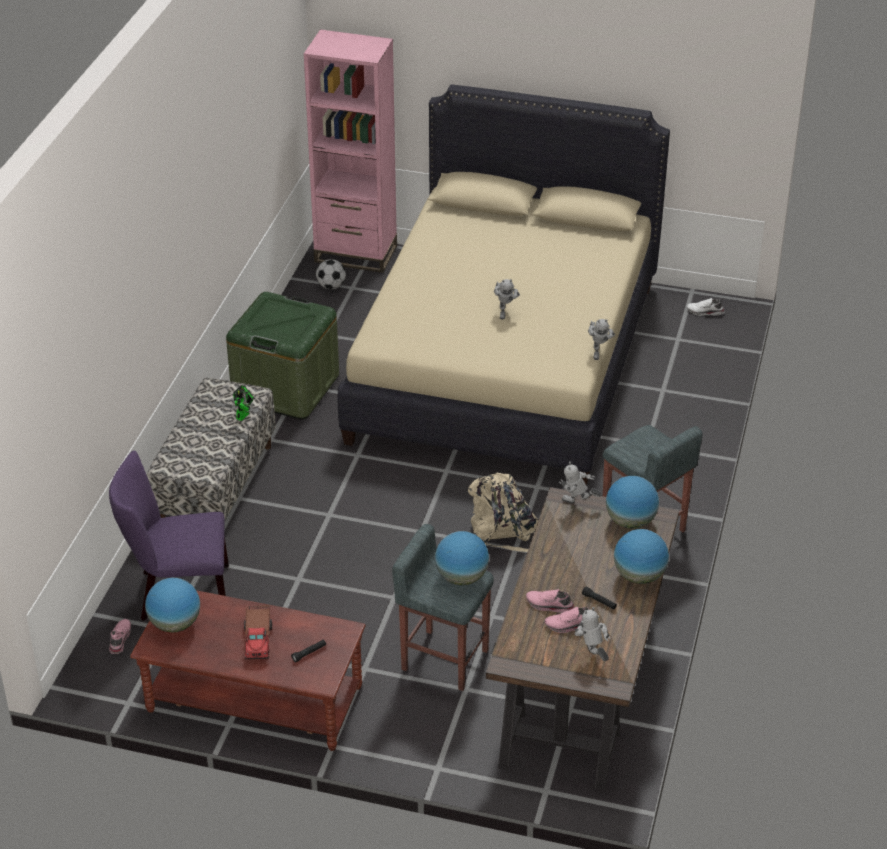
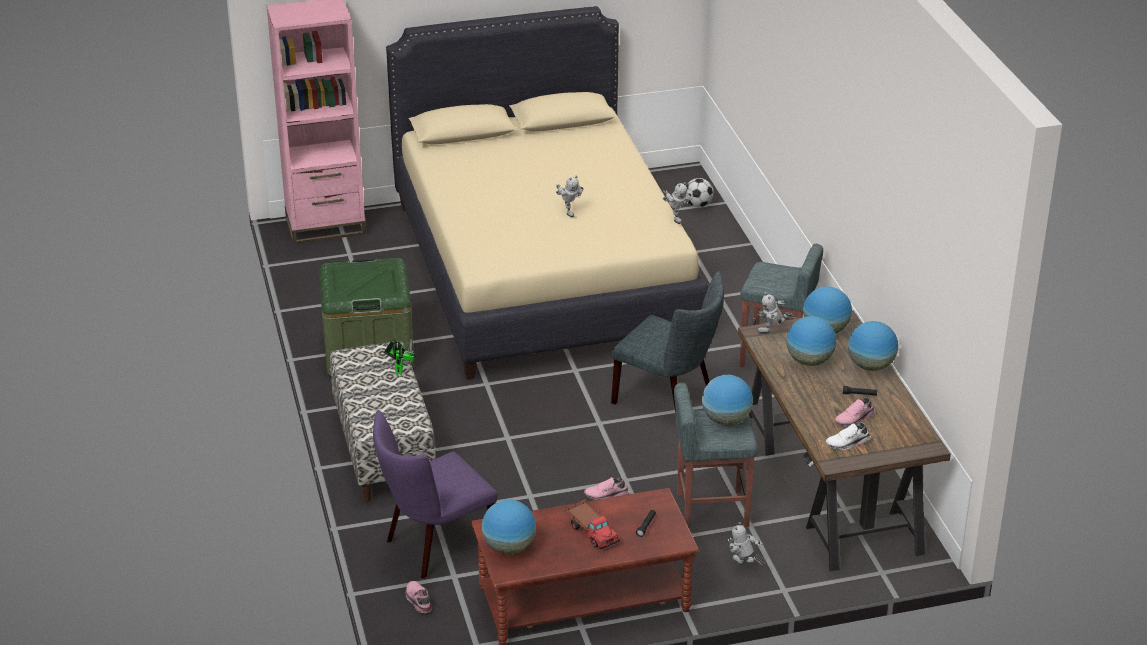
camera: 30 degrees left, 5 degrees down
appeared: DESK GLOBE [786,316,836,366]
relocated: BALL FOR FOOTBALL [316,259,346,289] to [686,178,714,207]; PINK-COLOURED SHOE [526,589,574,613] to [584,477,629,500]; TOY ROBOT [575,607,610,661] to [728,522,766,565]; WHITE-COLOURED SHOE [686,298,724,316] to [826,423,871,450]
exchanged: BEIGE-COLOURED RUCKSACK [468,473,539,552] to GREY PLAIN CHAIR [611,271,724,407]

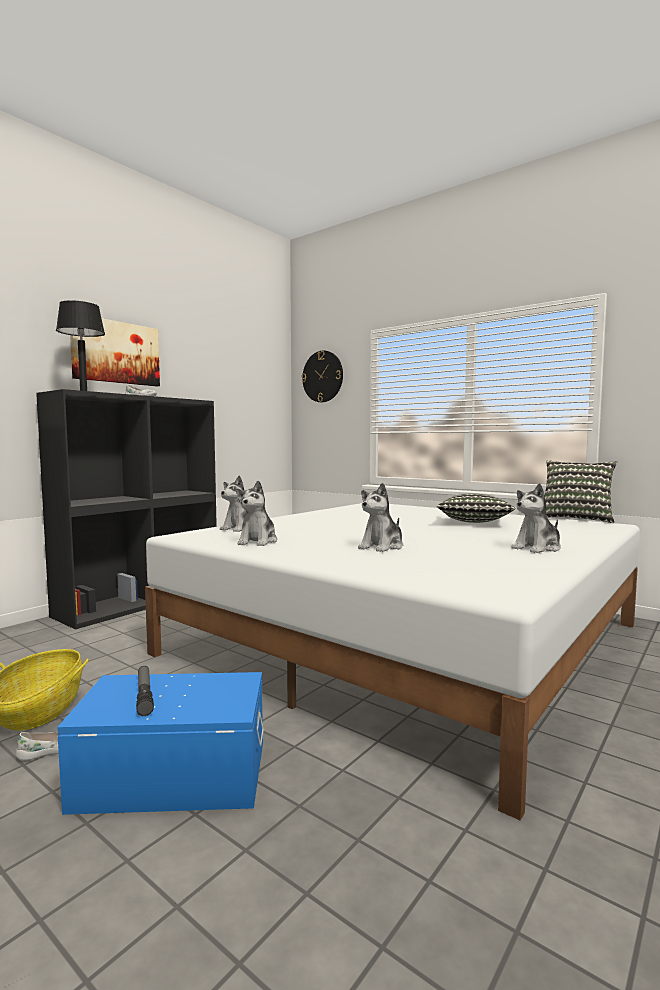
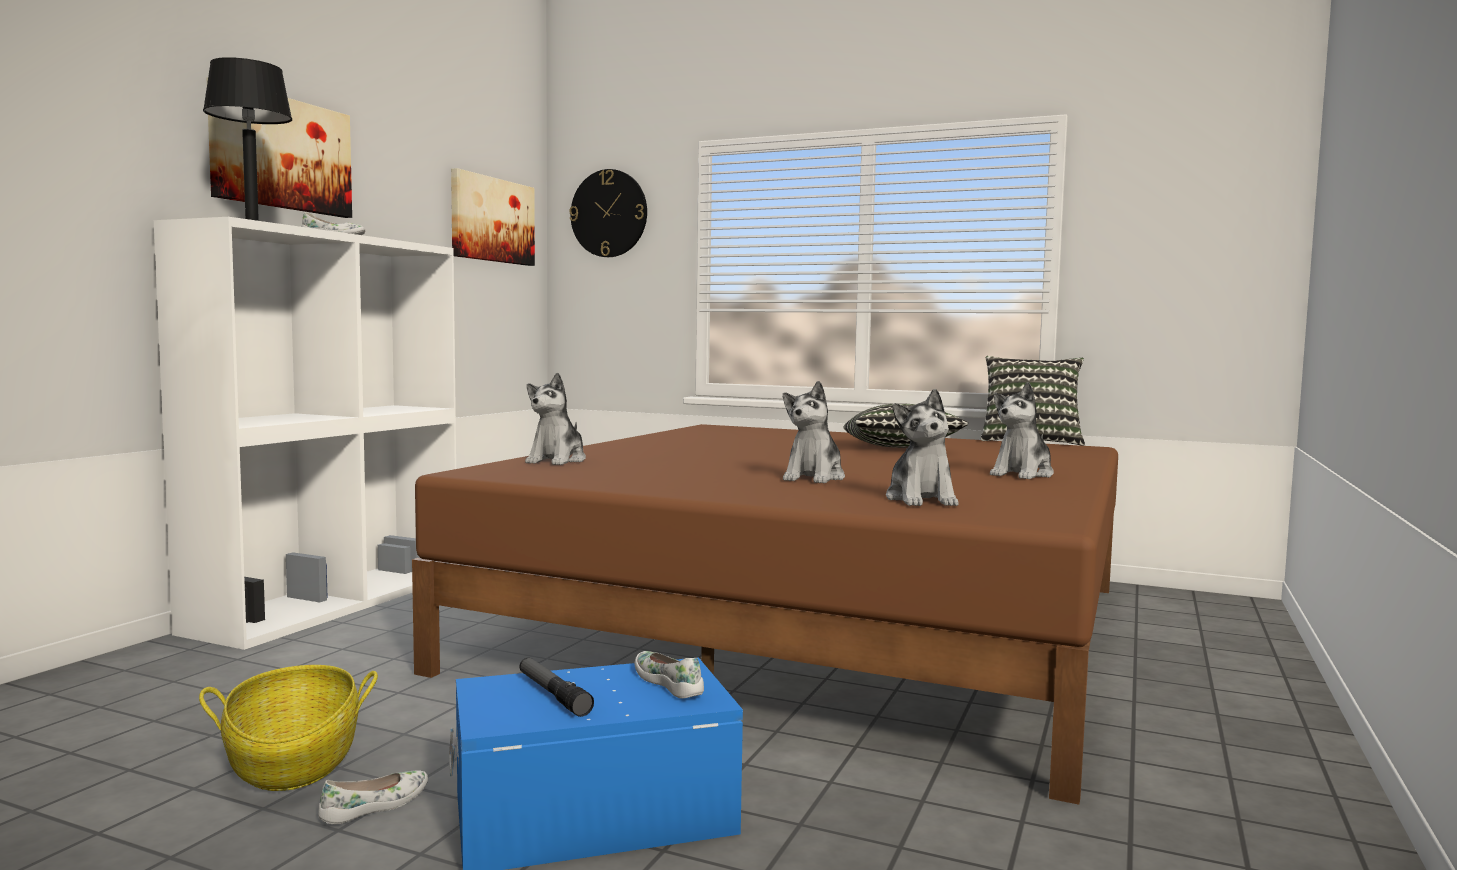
camera: 15 degrees left, 0 degrees up
appeared: PICTURE [451,168,535,266]; WHITE-COLOURED SHOE [635,651,704,699]
relocated: SOFT TOY [236,481,277,546] to [886,389,958,506]
colour: BLACK-COLOURED BOOKCASE [36,389,217,629] to WHITE-COLOURED BOOKCASE [154,217,456,650]; WHITE-COLOURED SLEEPING BED [145,503,640,821] to BROWN-COLOURED SLEEPING BED [412,424,1118,805]

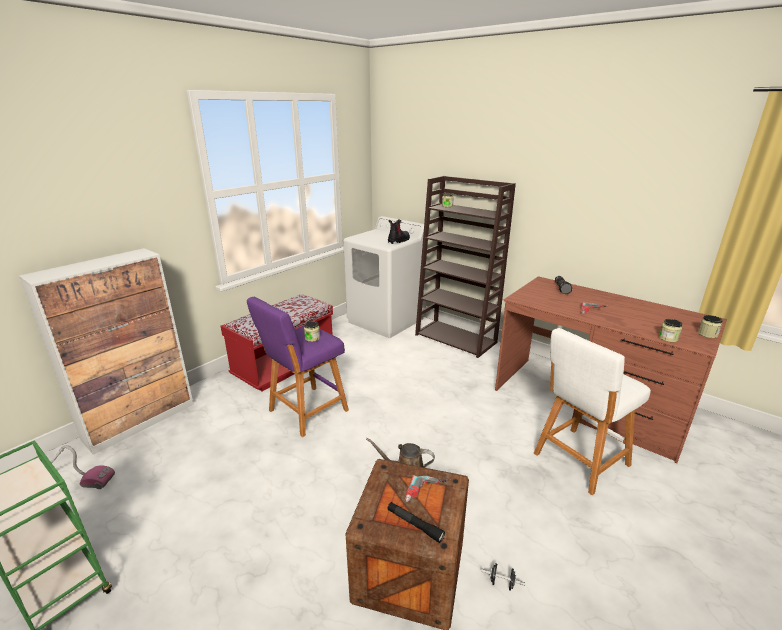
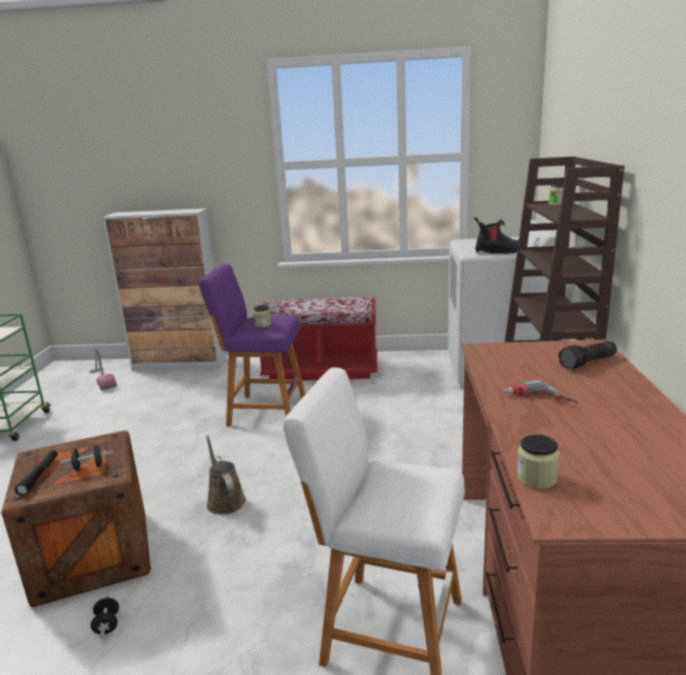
camera: 55 degrees right, 5 degrees down
missing: JAR [698,315,723,338]
exchanged: ELECTRIC DRILL [405,475,451,502] to BLACK-COLOURED HAND WEIGHT [60,444,113,471]

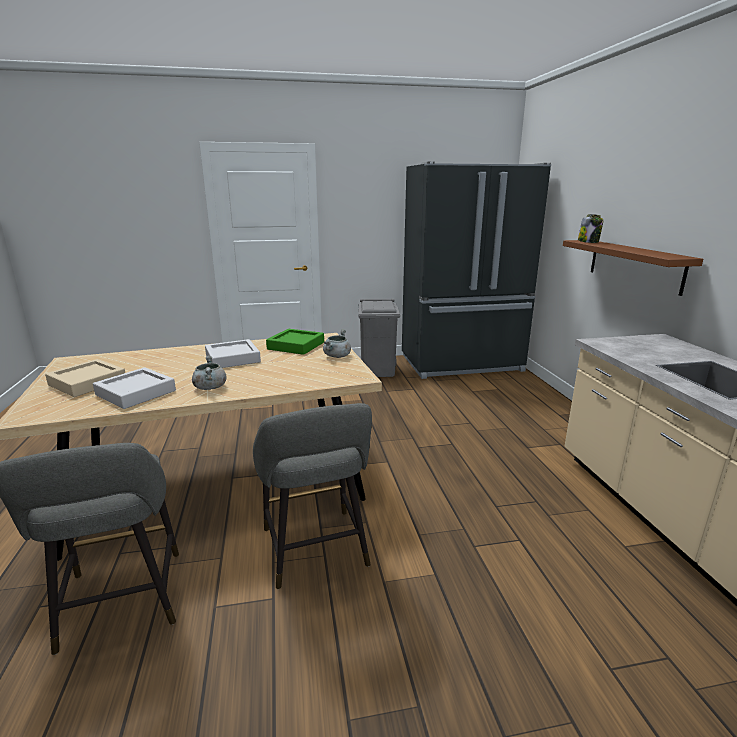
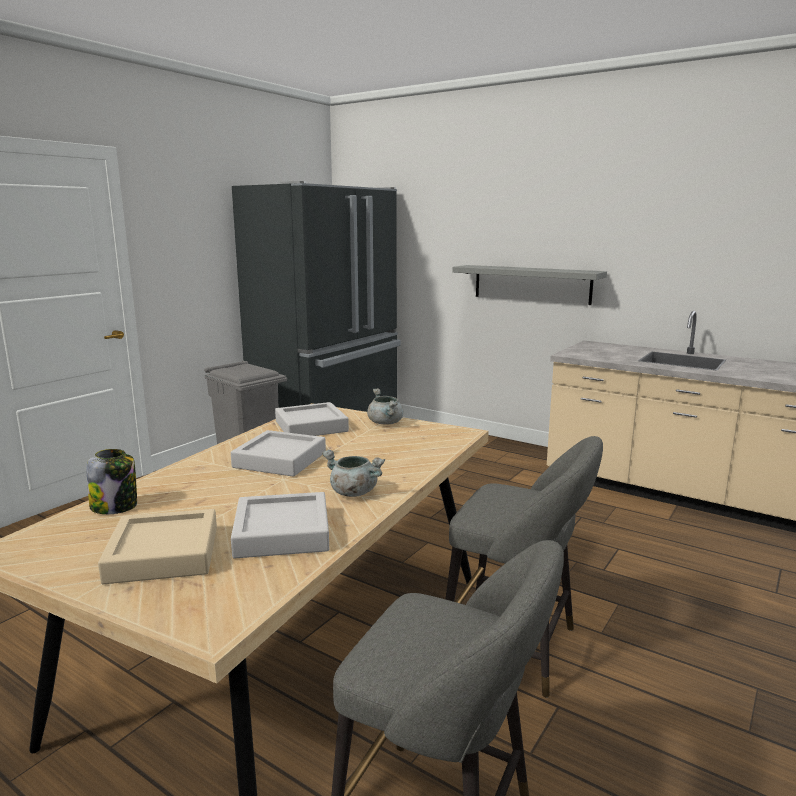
camera: 45 degrees left, 5 degrees down
relocated: JAR [578,214,604,243] to [86,449,137,514]
colour: GREEN-COLOURED CARRYING TRAY [266,329,324,355] to GREY CARRYING TRAY [275,402,349,436]; BROWN-COLOURED SHELF [563,240,703,296] to GREY SHELF [453,265,607,305]

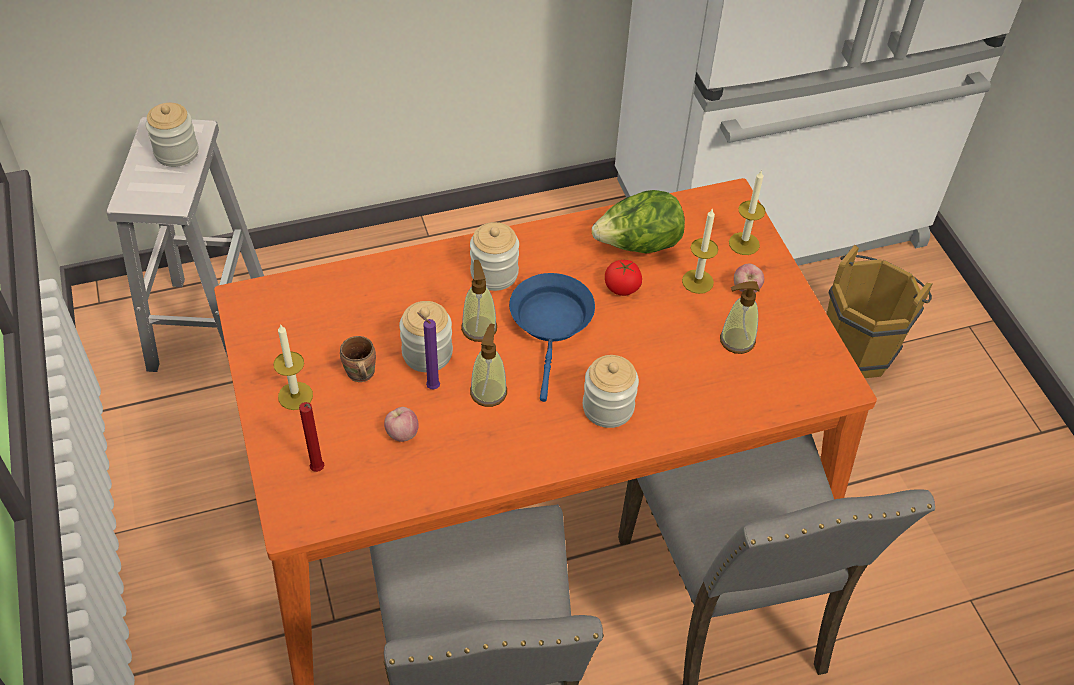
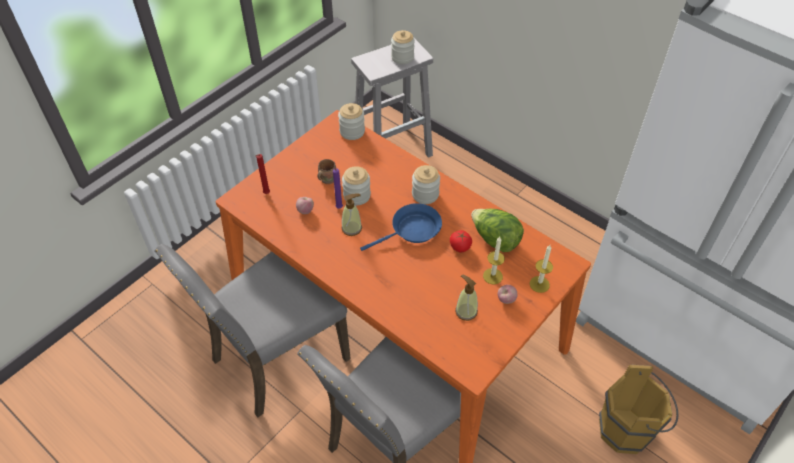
camera: 60 degrees right, 0 degrees up
missing: WAX LIGHT [274,324,313,410]; SOAP BOTTLE [461,260,497,342]
relocated: JAR [583,355,639,428] to [338,103,365,140]

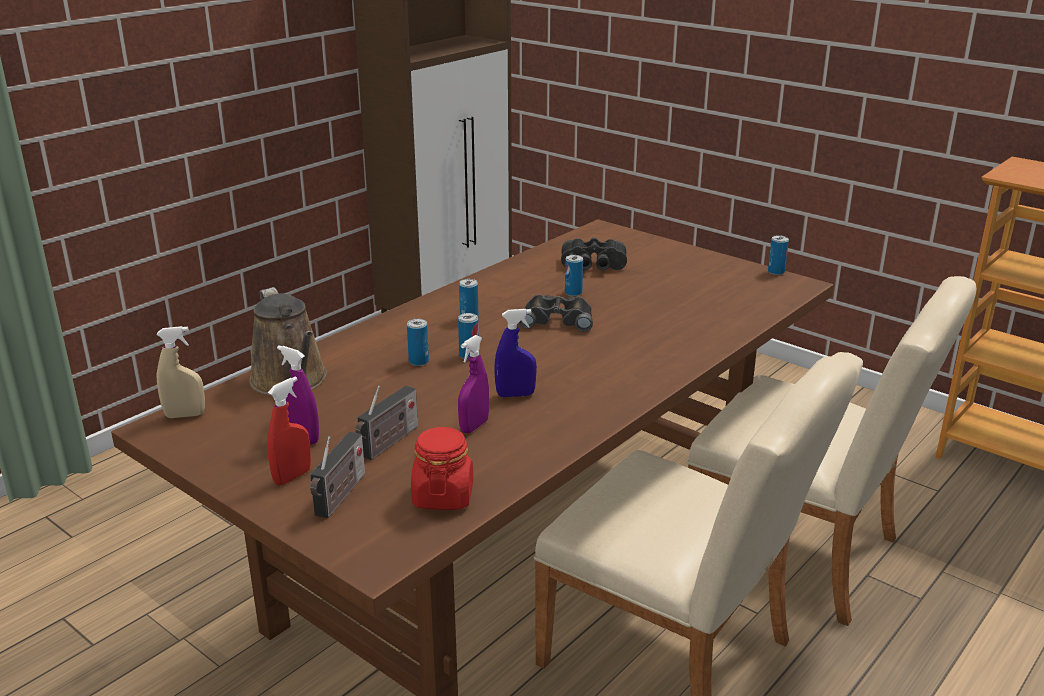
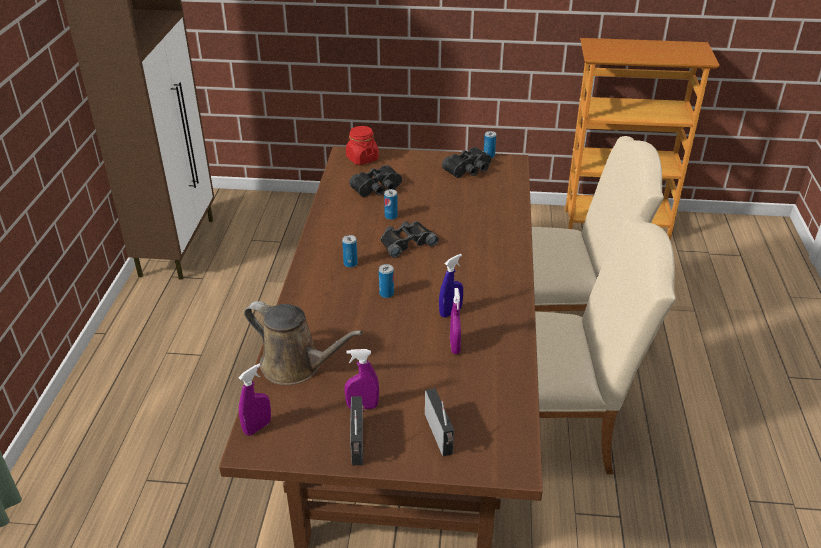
camera: 35 degrees left, 10 degrees up
missing: RED-COLOURED SPRAY BOTTLE [267,376,311,485]; METAL CAN [407,319,429,366]
appeared: BLACK-COLOURED BINOCULARS [442,147,491,178]
relocated: RADIO RECEIVER [355,385,418,460] to [350,396,364,465]; RED-COLOURED JAR [411,427,473,510] to [346,126,379,165]
colour: BEIGE-COLOURED SPRAY BOTTLE [157,326,205,418] to PURPLISH SPRAY BOTTLE [239,364,271,436]

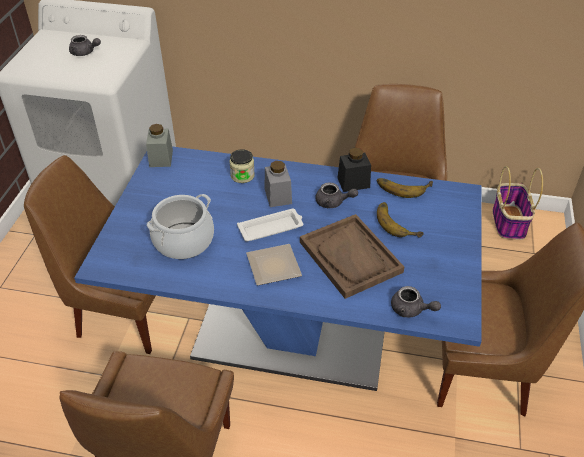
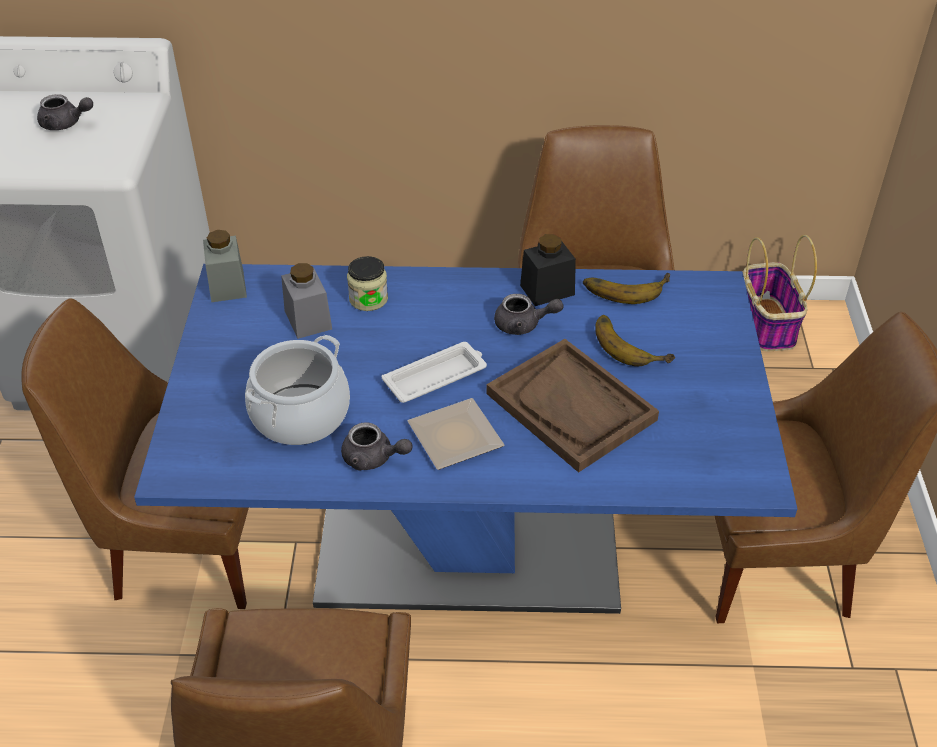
camera: 10 degrees left, 0 degrees up
relocated: GREY JAR [265,161,292,207] to [281,263,332,339]; GREY TEAPOT [391,286,441,317] to [341,422,412,470]

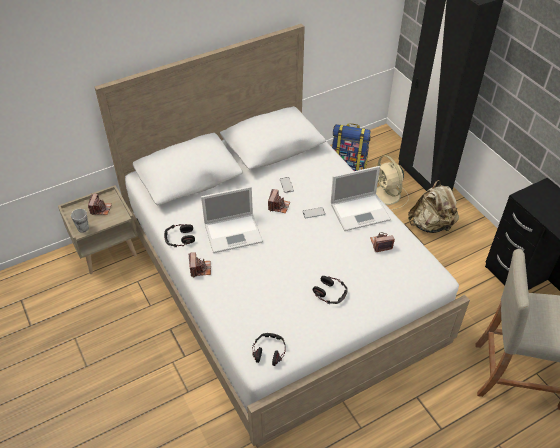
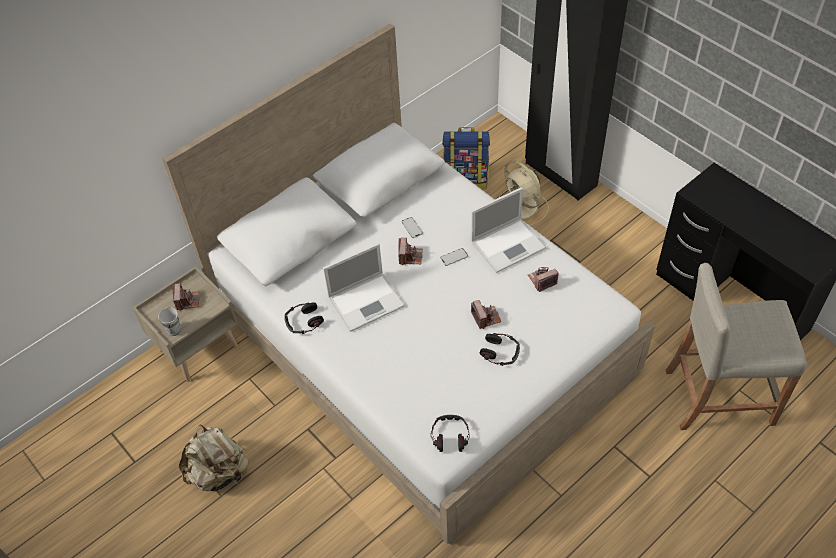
camera: 10 degrees left, 5 degrees up
relocated: PHOTO CAMERA [188,252,211,277] to [471,300,501,329]; BEIGE-COLOURED RUCKSACK [408,180,459,233] to [179,425,248,491]

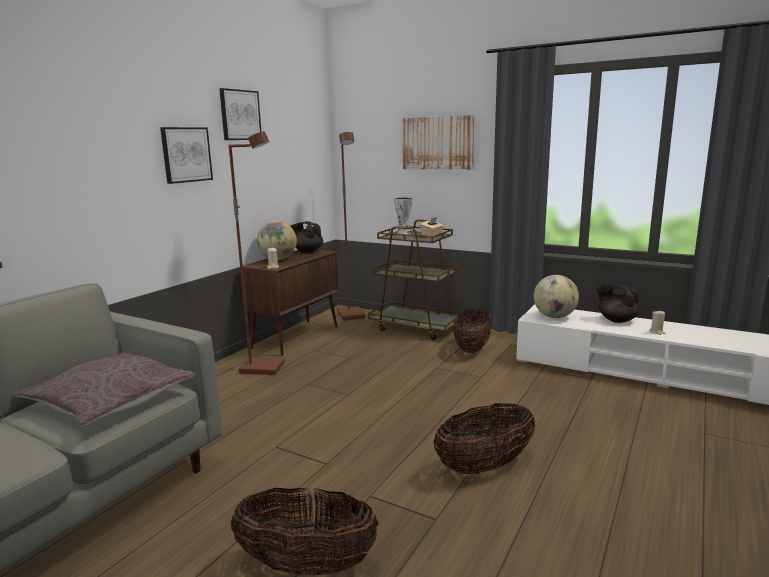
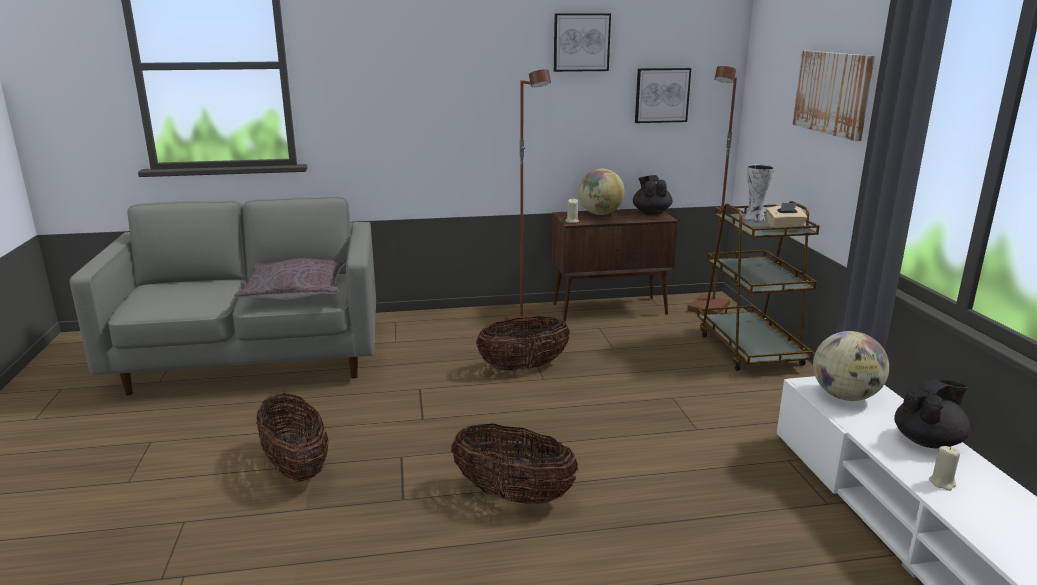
camera: 50 degrees right, 5 degrees up
relocated: PICTURE [160,127,213,184] to [635,68,691,123]; STORAGE BASKET [453,307,492,353] to [476,316,570,371]
spun: BLACK-COLOURED TEAPOT [596,284,639,323] = [894,379,970,448] 60 degrees clockwise

